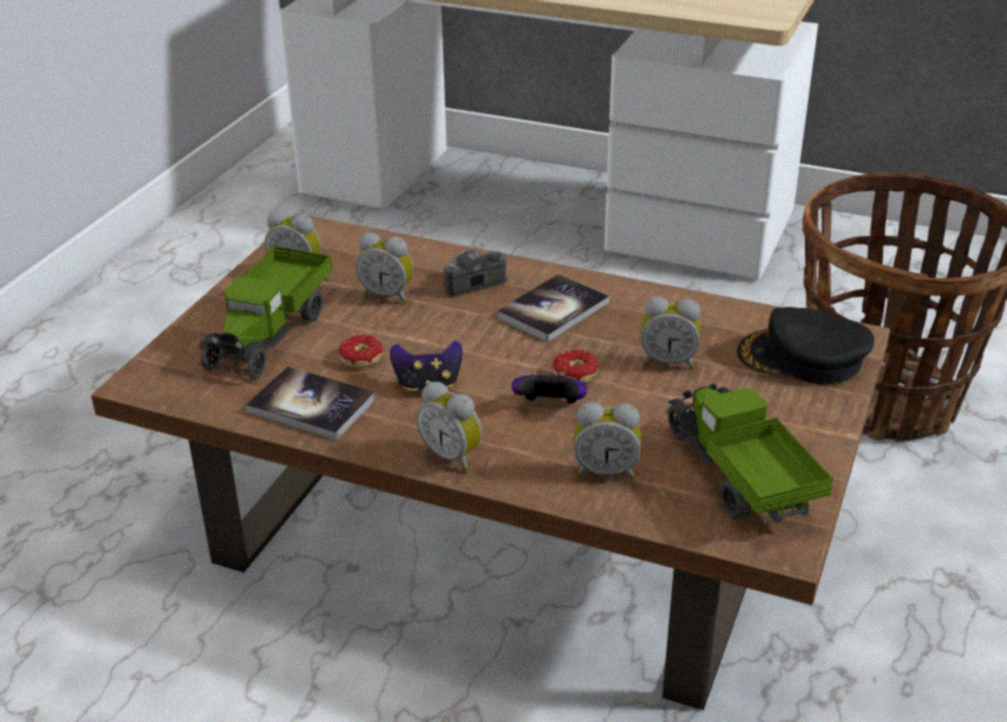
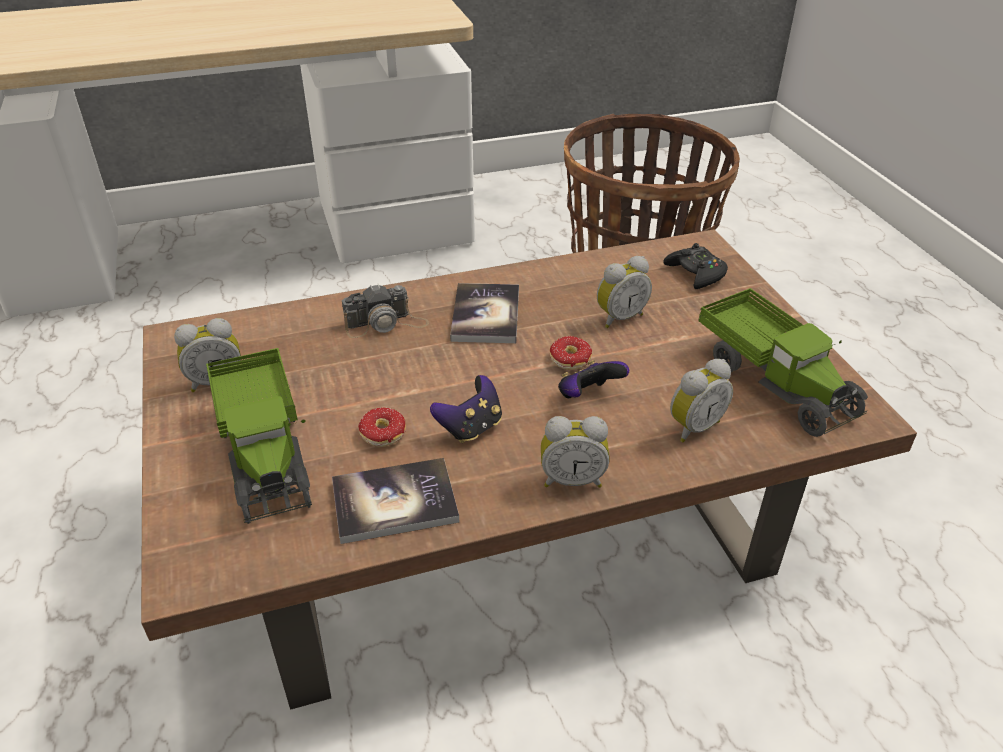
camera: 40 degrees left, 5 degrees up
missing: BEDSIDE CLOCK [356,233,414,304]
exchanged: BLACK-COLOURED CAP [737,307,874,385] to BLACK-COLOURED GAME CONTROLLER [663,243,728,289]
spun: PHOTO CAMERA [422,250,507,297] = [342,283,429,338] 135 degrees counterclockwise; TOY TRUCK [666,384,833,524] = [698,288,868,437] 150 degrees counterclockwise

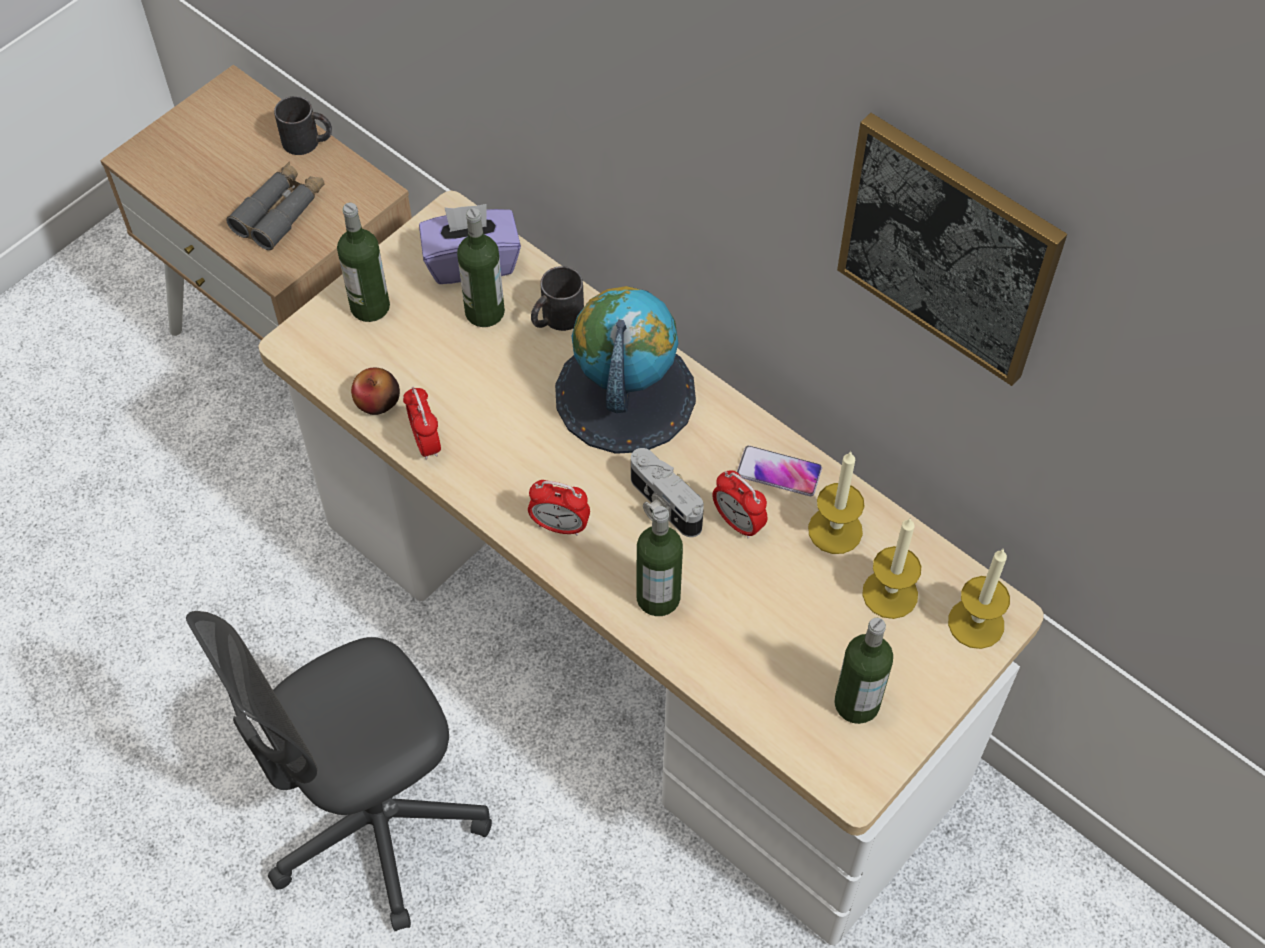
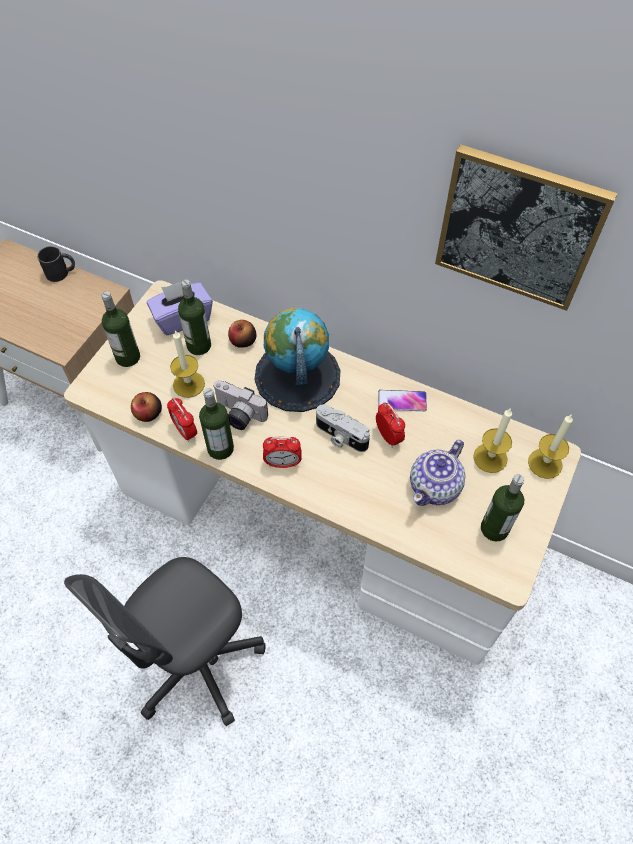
camera: 15 degrees left, 0 degrees up
missing: GREY BINOCULARS [227,162,325,250]
appeared: PHOTO CAMERA [213,380,268,430]; TEAPOT [410,440,466,506]
relocated: BEVERAGE BOTTLE [636,506,683,616] to [199,388,234,460]; WAX LIGHT [808,451,864,554] to [170,330,205,398]
exchanged: BLACK-COLOURED COFFEE MUG [531,266,584,331] to APPLE FRUIT [228,320,256,348]
spun: BEDSIDE CLOCK [712,471,767,539] = [376,402,405,448] 150 degrees counterclockwise

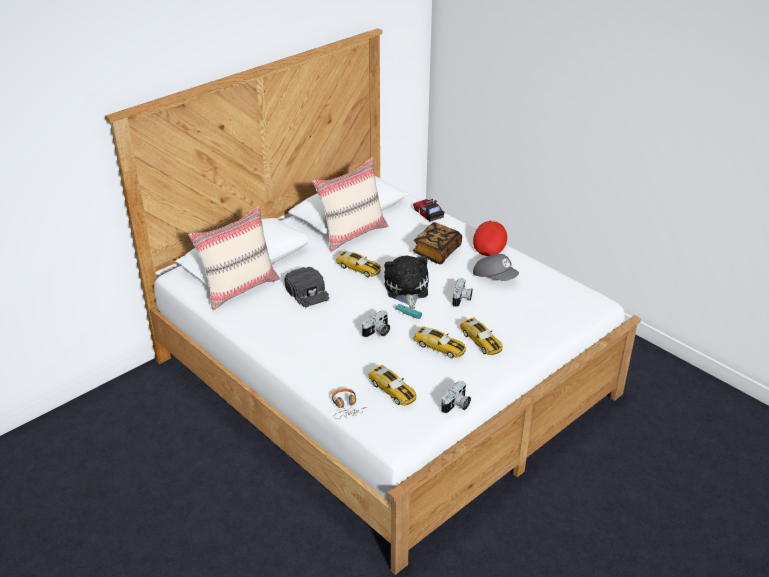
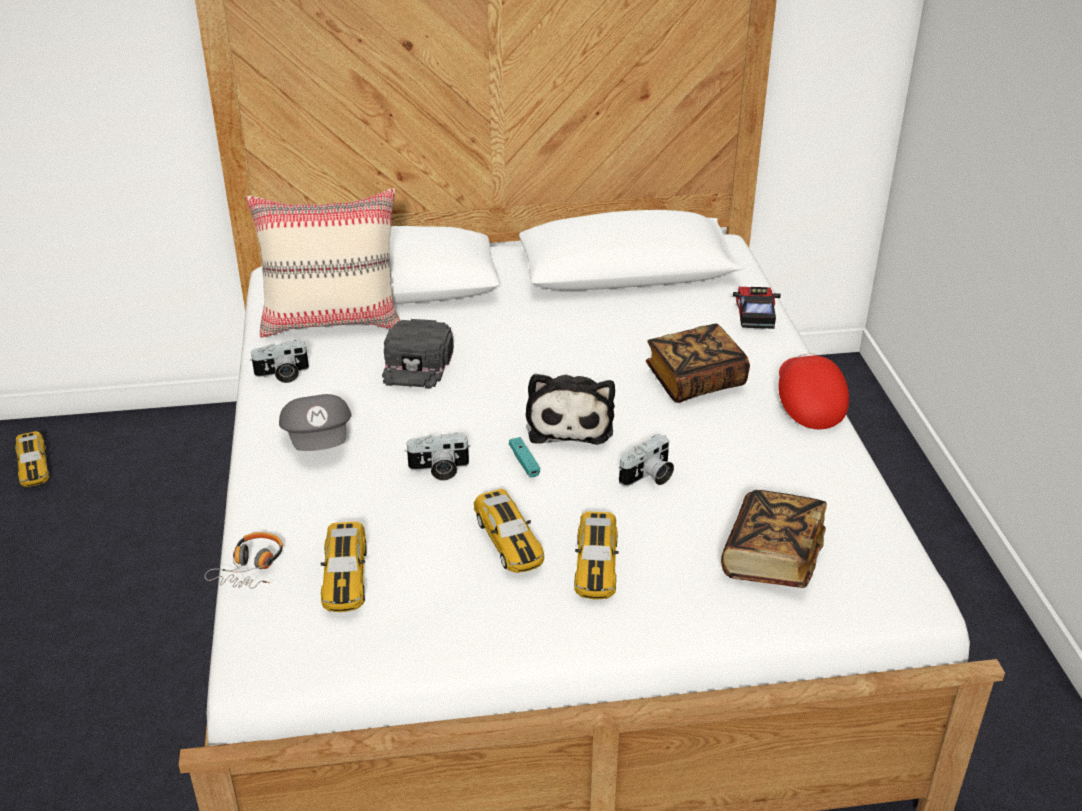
camera: 35 degrees right, 0 degrees up
missing: BEIGE-COLOURED THROW PILLOW [312,157,388,252]
appeared: BOUND BOOK [721,490,827,588]
relocated: MINIATURE CAR [336,250,381,277] to [15,431,50,487]; PHOTO CAMERA [441,381,471,414] to [250,340,309,383]; GREY CAP [473,254,519,281] to [279,394,351,451]
spun: SOFT TOY [384,255,429,309] = [526,373,615,445] 150 degrees clockwise; RED-COLOURED CAP [473,220,507,256] = [778,353,849,429] 60 degrees counterclockwise

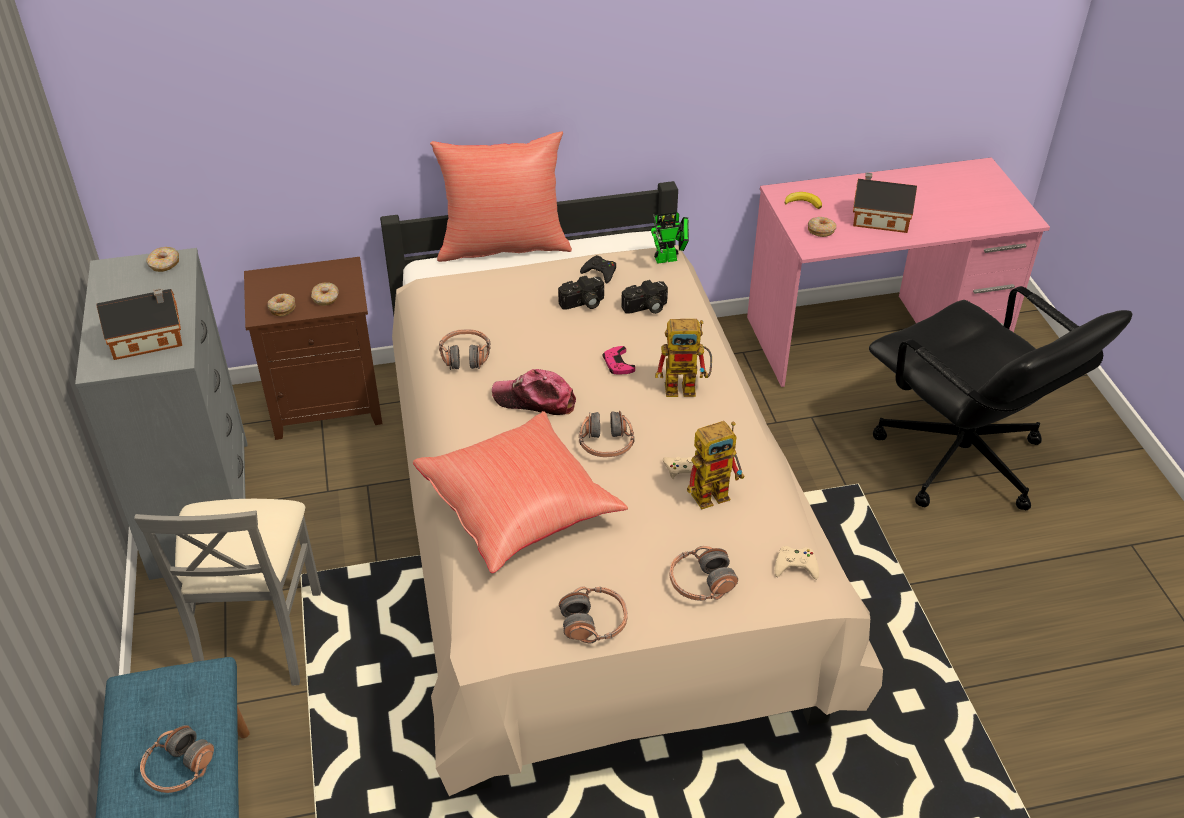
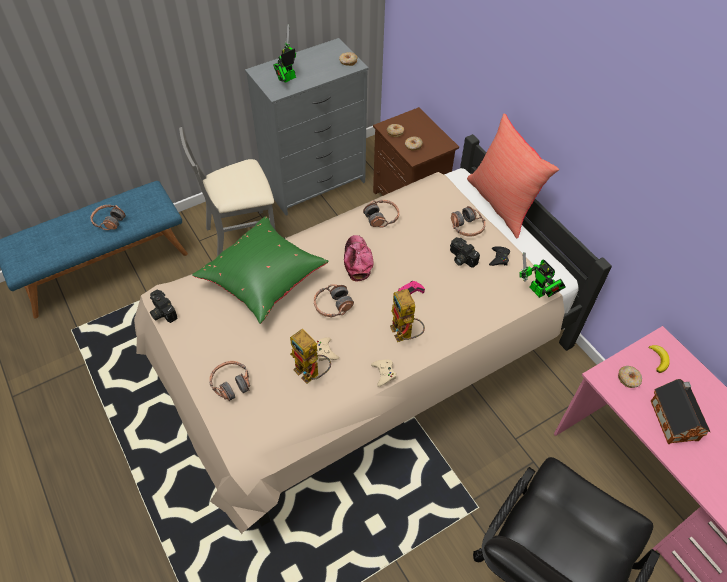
camera: 70 degrees right, 10 degrees up
relocated: HEADPHONES [559,586,628,643] to [451,206,486,237]; PHOTO CAMERA [621,280,668,314] to [150,290,177,323]; BEIGE-COLOURED GAME CONTROLLER [774,546,819,580] to [371,360,396,386]
exchanged: TOY HOUSE [96,288,182,360] to TOY ROBOT [273,24,296,83]
colour: RED-COLOURED THROW PILLOW [413,411,628,573] to GREEN-COLOURED THROW PILLOW [192,216,328,324]

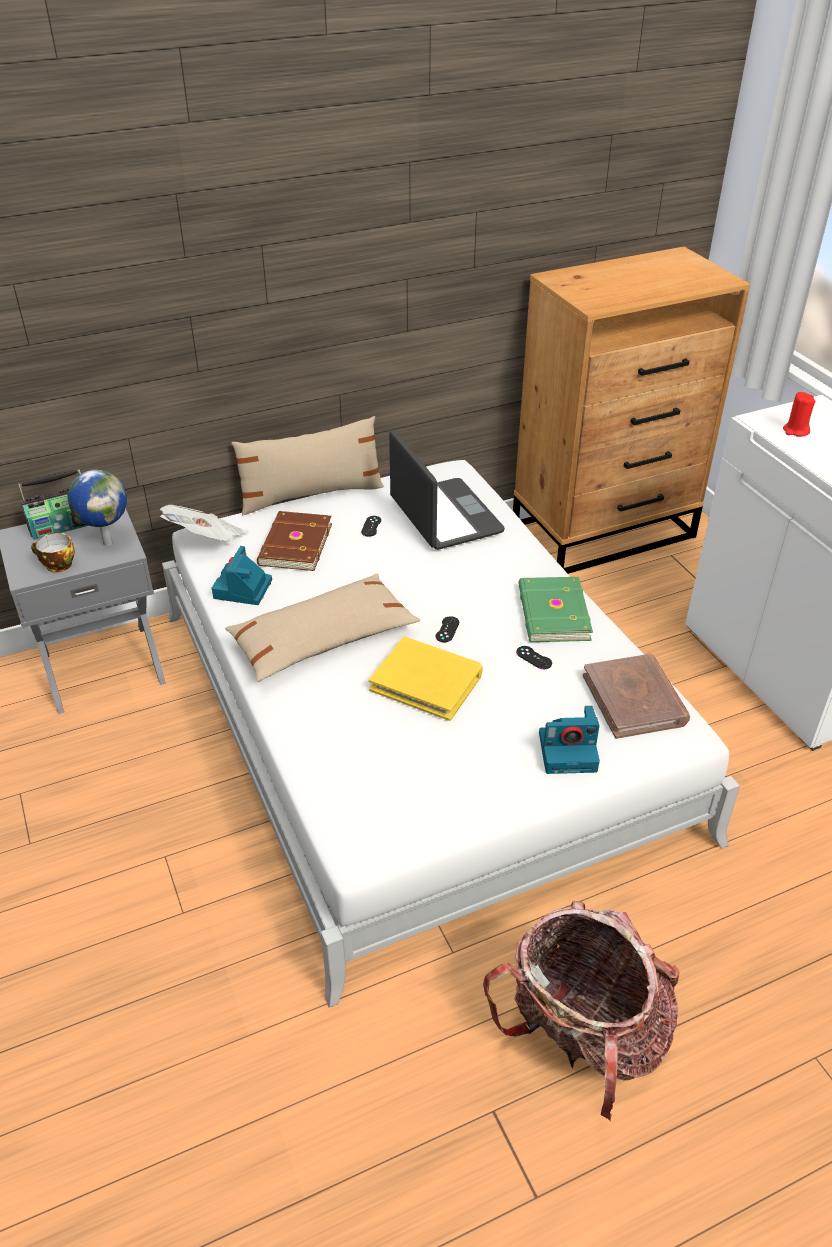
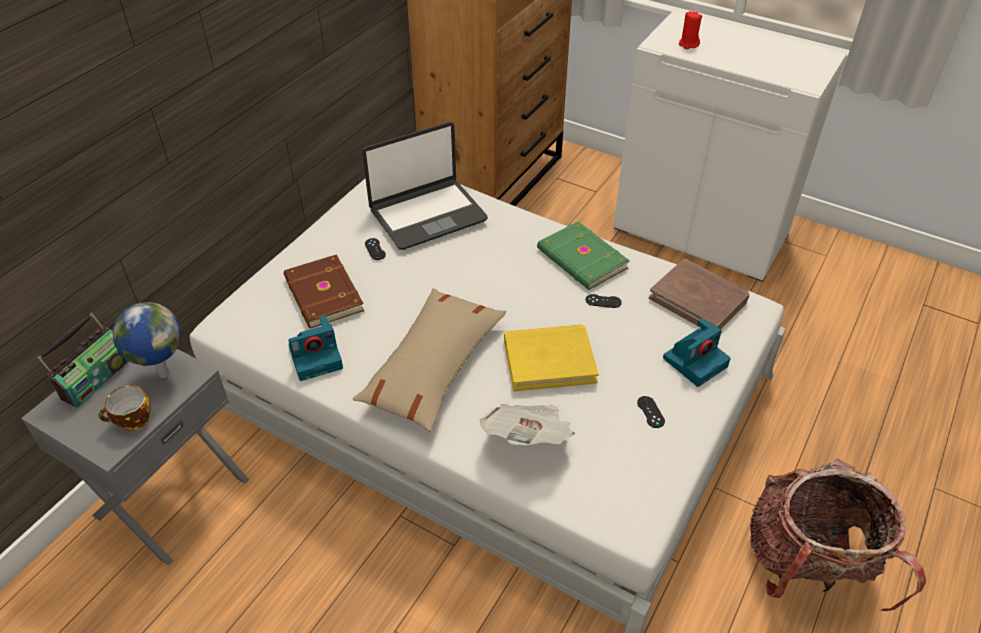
camera: 35 degrees left, 5 degrees up
missing: BEIGE-COLOURED THROW PILLOW [231,416,384,515]
relocated: NEWSPAPER [160,505,249,541] to [480,404,575,445]; BLACK-COLOURED GAME CONTROLLER [436,616,459,642] to [637,396,665,428]
spun: PHOTO CAMERA [212,546,272,605] = [288,315,343,381] 90 degrees counterclockwise; PORTABLE COMPUTER [389,430,505,550] = [362,122,488,250] 120 degrees clockwise

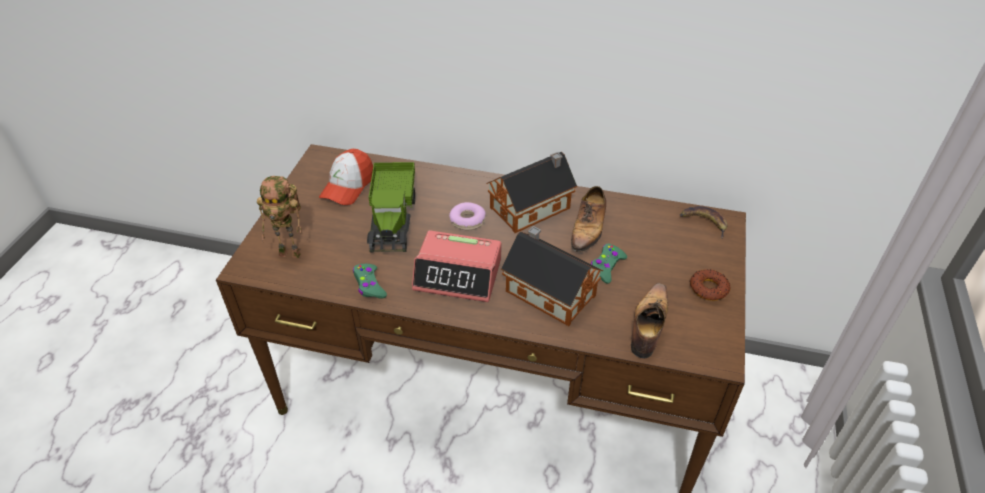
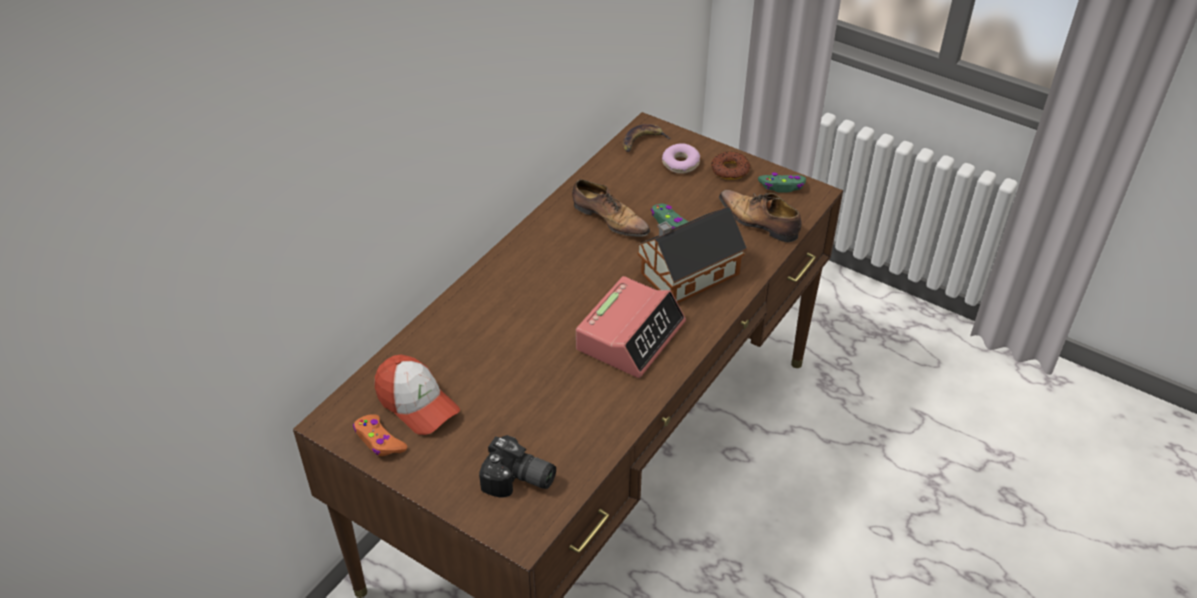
camera: 70 degrees left, 0 degrees up
missing: TOY TRUCK [367,162,415,253]; TOY HOUSE [487,152,577,233]
appeared: ORANGEY GAME CONTROLLER [353,414,407,456]
relocated: GREEN-COLOURED GAME CONTROLLER [353,264,387,299] to [758,173,806,193]; RING DOUGHNUT [449,202,486,231] to [662,143,700,174]
exchanged: TOY ROBOT [257,176,301,258] to PHOTO CAMERA [479,435,556,498]

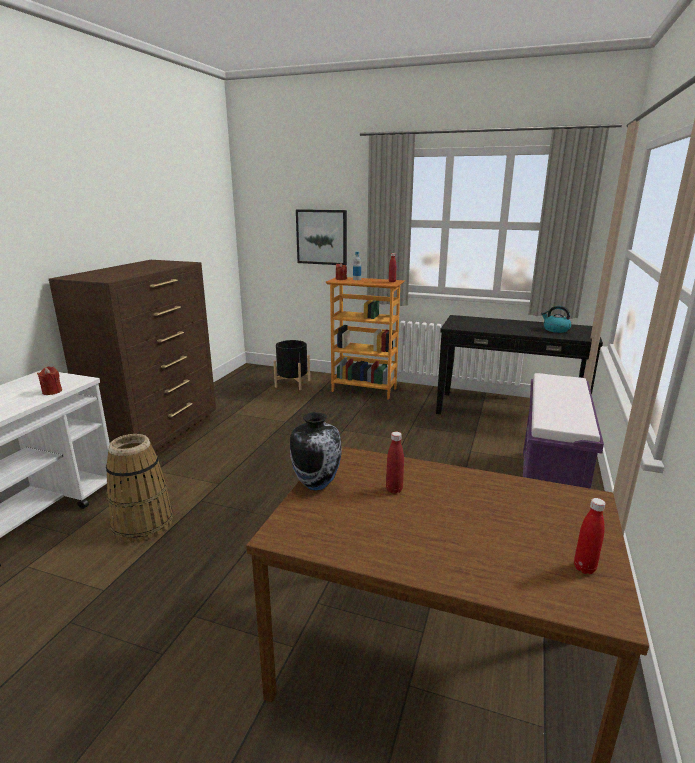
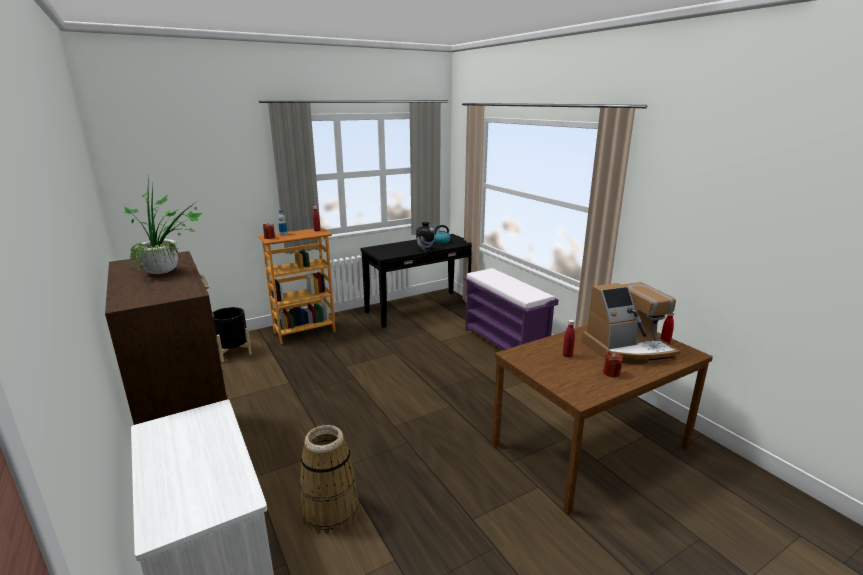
camera: 50 degrees left, 0 degrees up
missing: PICTURE [296,209,347,265]
appeared: HOUSEPLANT [123,176,202,274]; COFFEE BREWER [581,282,680,364]
relocated: RED-COLOURED WAX LIGHT [37,367,62,395] to [603,351,623,378]; DECORATIVE VASE [290,412,342,490] to [416,222,435,251]

